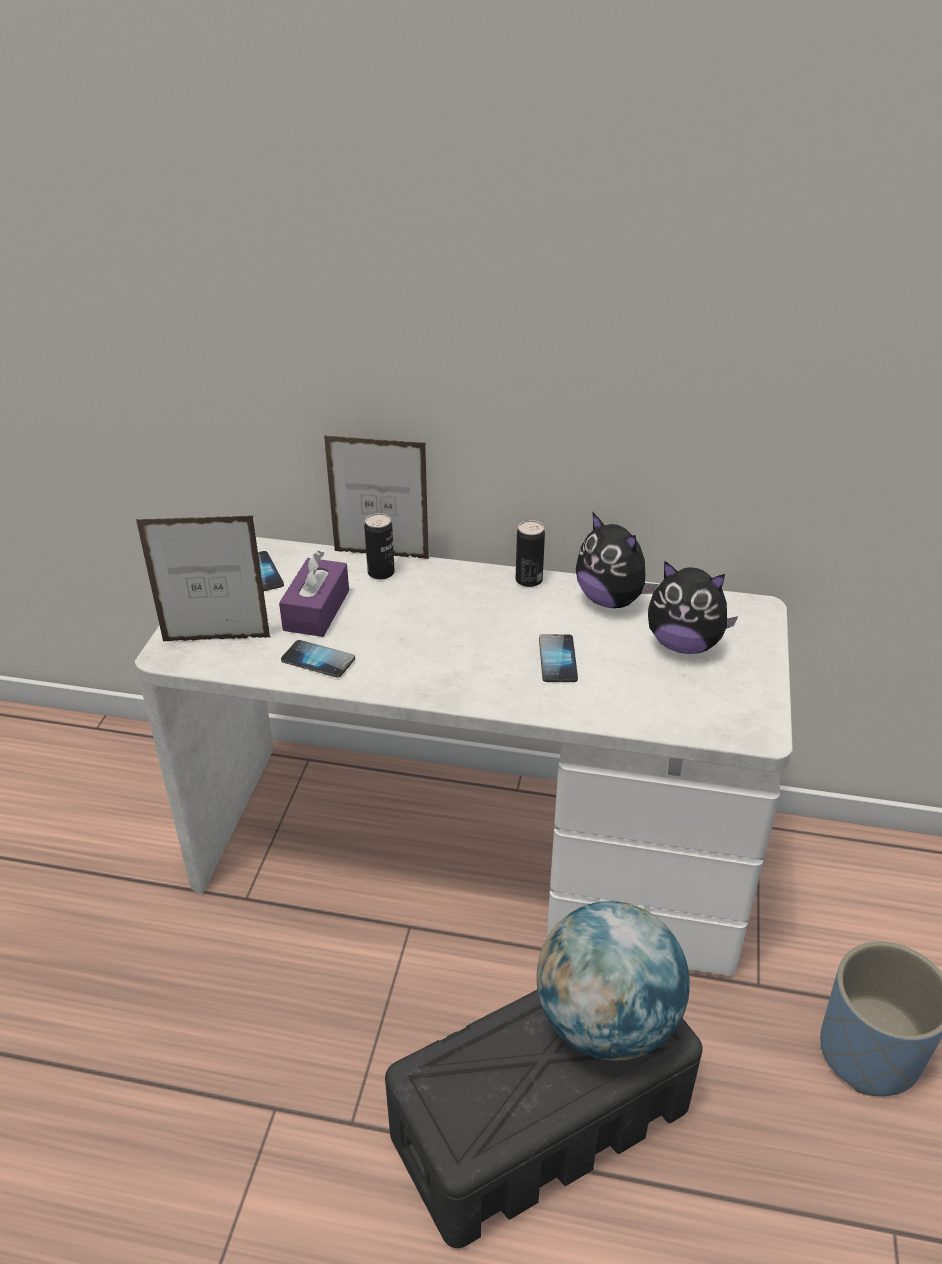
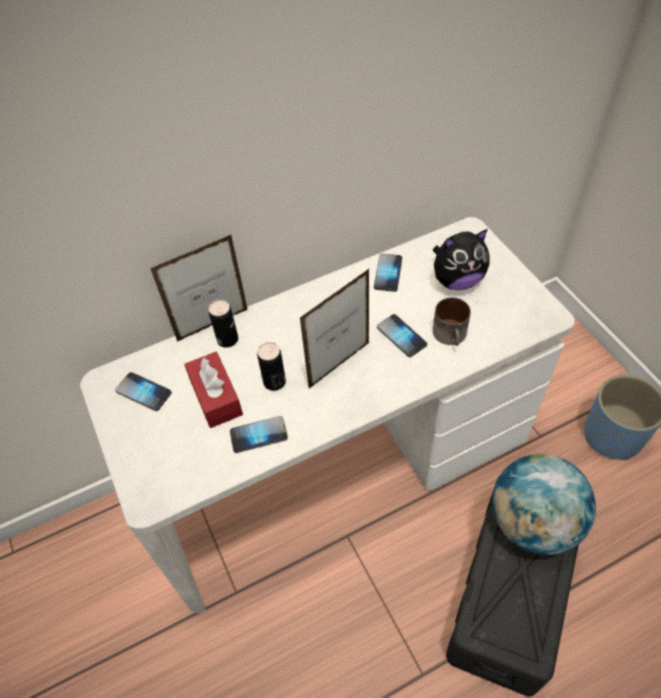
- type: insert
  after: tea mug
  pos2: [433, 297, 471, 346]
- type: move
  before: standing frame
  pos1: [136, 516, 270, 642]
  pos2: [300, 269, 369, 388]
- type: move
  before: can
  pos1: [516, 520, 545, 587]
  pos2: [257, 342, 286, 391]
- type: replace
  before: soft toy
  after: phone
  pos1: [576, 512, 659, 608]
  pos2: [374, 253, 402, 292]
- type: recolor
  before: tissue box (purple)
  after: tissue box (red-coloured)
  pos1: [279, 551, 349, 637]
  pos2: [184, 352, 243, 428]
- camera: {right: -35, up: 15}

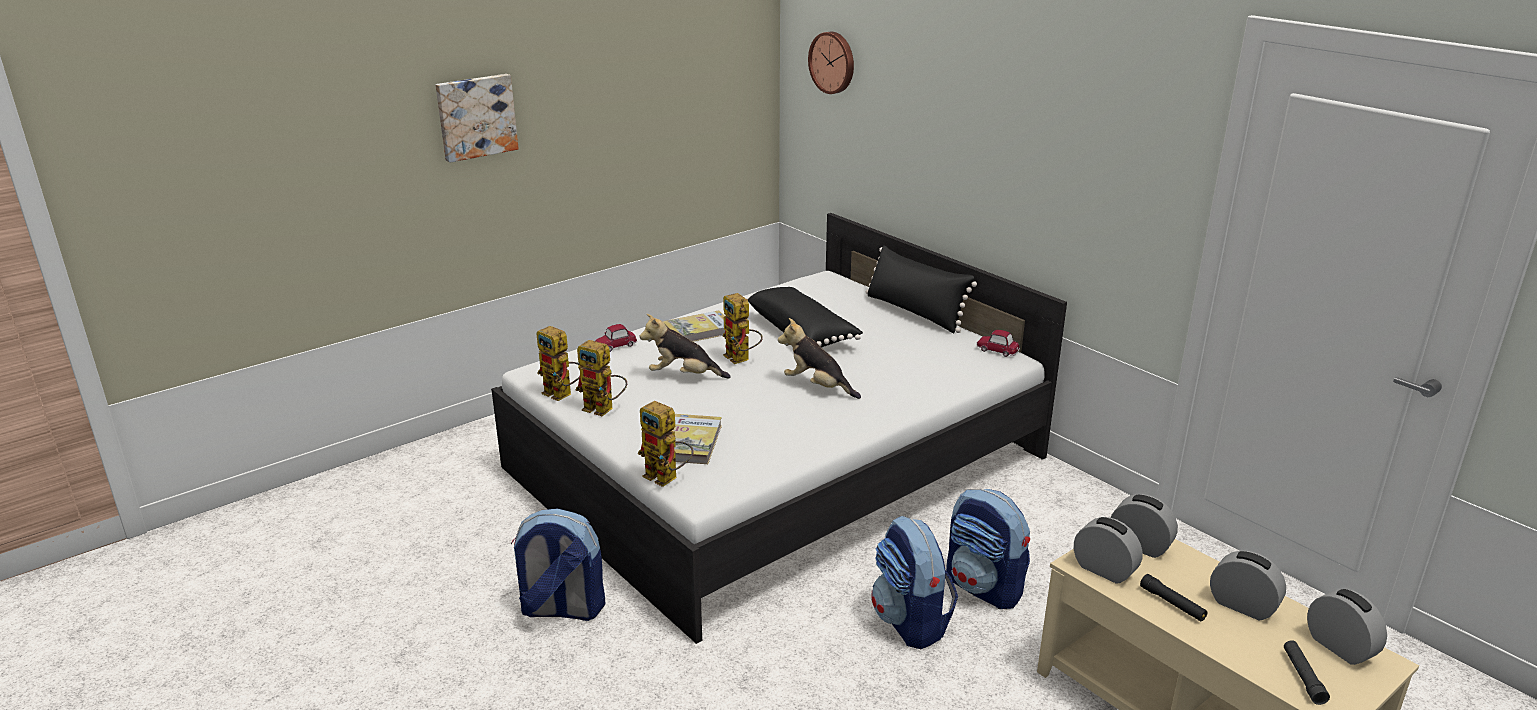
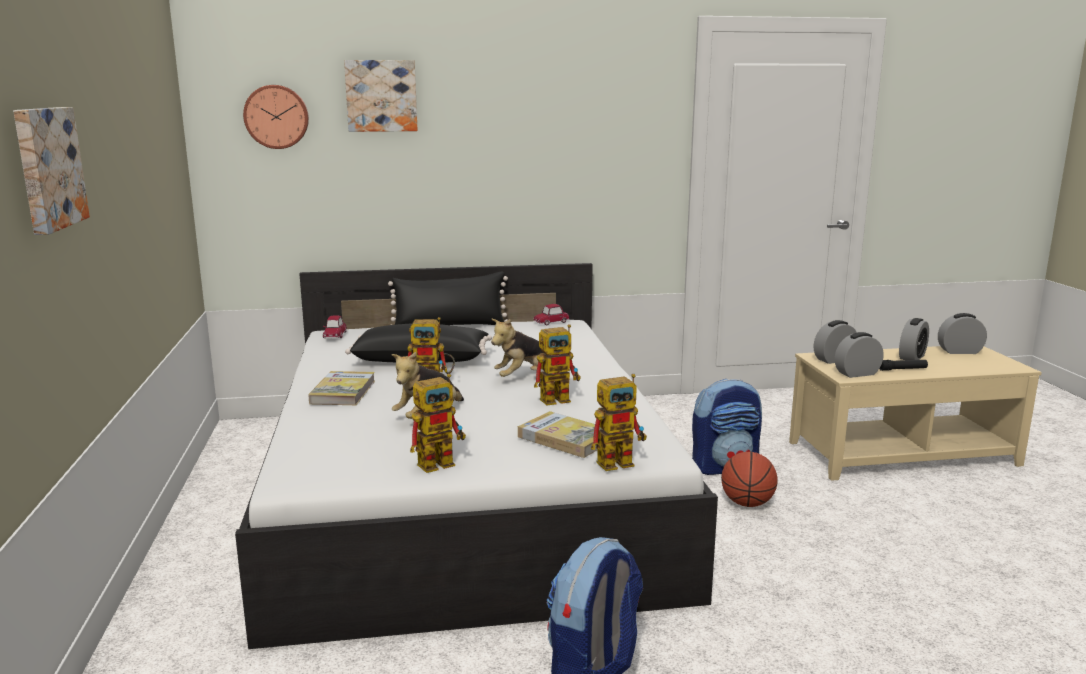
- type: delete
  before: torch (black)
  pos1: [1284, 640, 1330, 705]
- type: insert
  after: wall art
  pos2: [344, 60, 417, 132]
- type: move
  before: model robot
  pos1: [536, 326, 580, 401]
  pos2: [534, 324, 581, 406]
- type: move
  before: toy car
  pos1: [595, 324, 638, 352]
  pos2: [323, 315, 347, 338]
- type: replace
  before: knapsack
  after: ball for basketball
  pos1: [871, 515, 958, 649]
  pos2: [721, 452, 778, 507]
- type: rotate
  before: alarm clock
  pos1: [1210, 551, 1286, 620]
  pos2: [899, 318, 929, 360]
  turn: 150
- camera: {right: -60, up: -10}

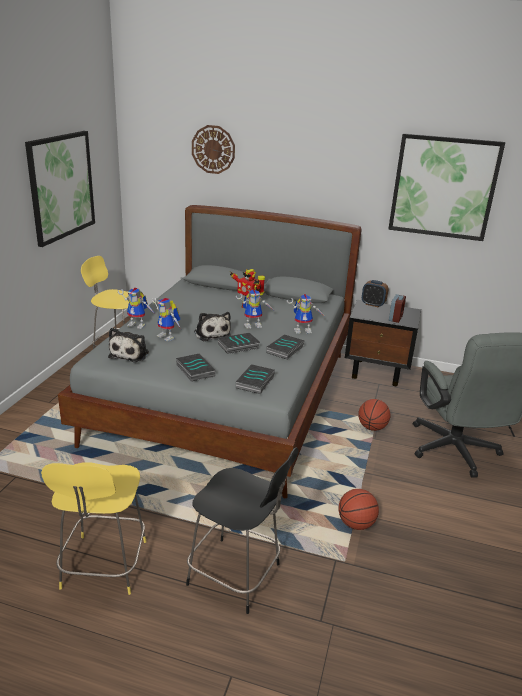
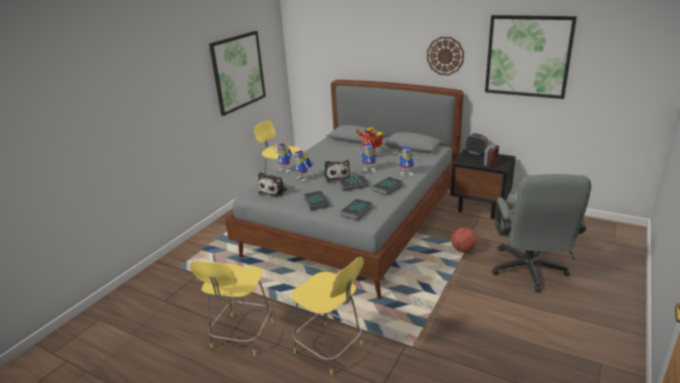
- type: delete
  before: ball for basketball
  pos1: [339, 489, 379, 530]
- type: move
  before: clock on the wall
  pos1: [192, 125, 235, 174]
  pos2: [427, 37, 464, 75]
- type: recolor
  before: stool seat (black)
  after: stool seat (yellow-coloured)
  pos1: [186, 447, 298, 614]
  pos2: [291, 257, 364, 375]
- camera: {right: 15, up: 0}

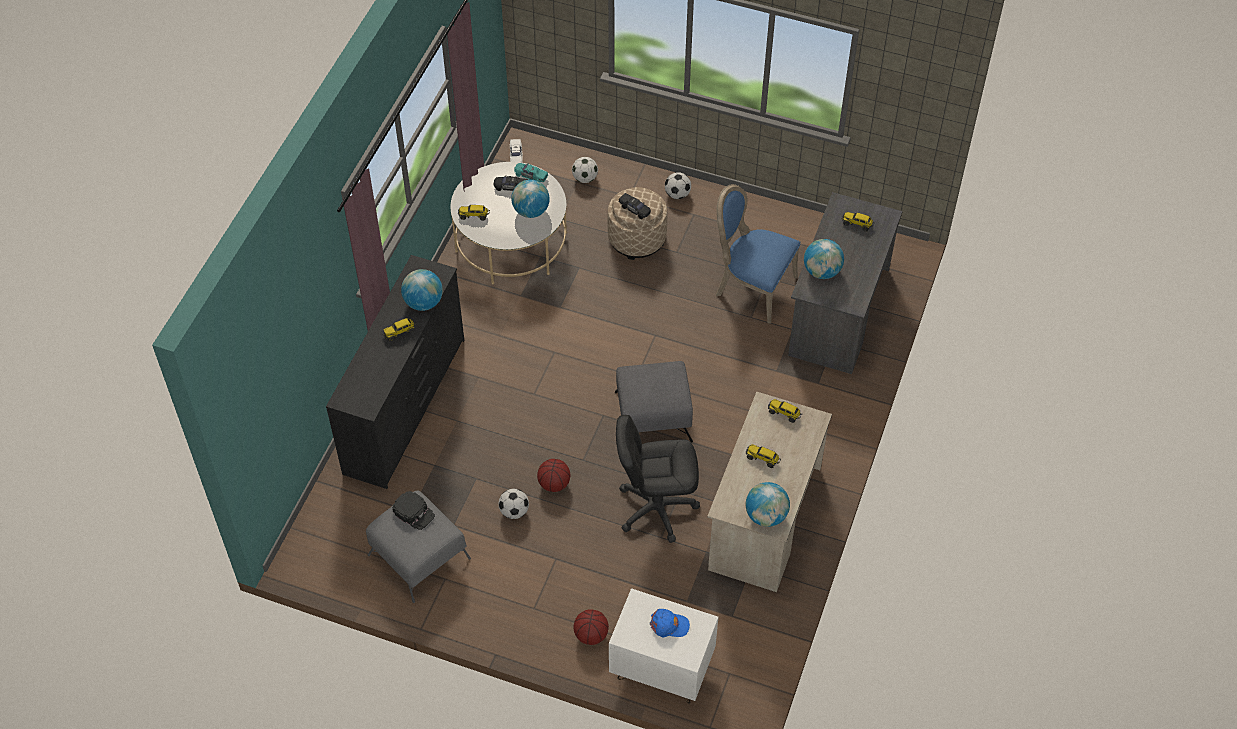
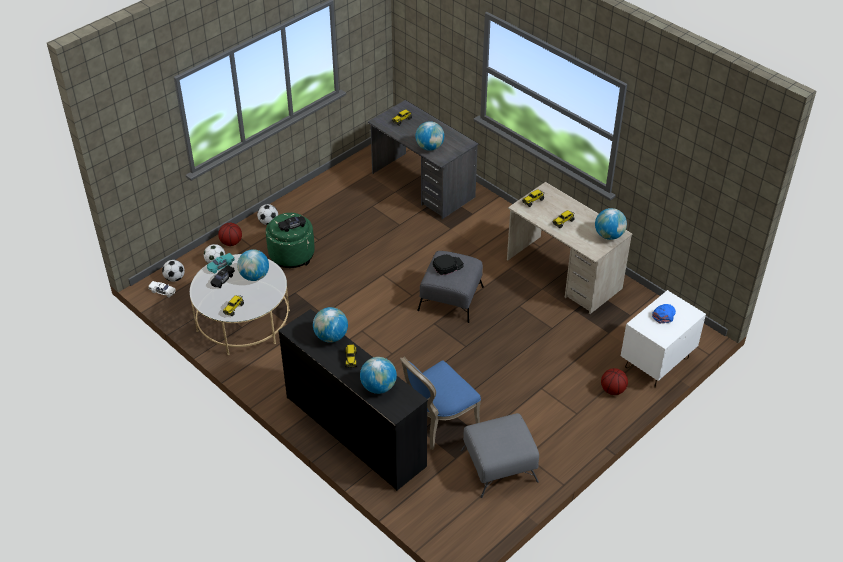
- type: delete
  before: desk chair (black)
  pos1: [616, 415, 700, 543]
- type: insert
  after: desk globe
  pos2: [360, 357, 397, 394]
- type: move
  before: baseball cap (black)
  pos1: [392, 491, 435, 530]
  pos2: [433, 254, 464, 276]
- type: move
  before: ball for football
  pos1: [498, 489, 529, 519]
  pos2: [162, 260, 185, 282]
- type: move
  before: ball for basketball
  pos1: [537, 459, 570, 492]
  pos2: [218, 223, 242, 246]
- type: move
  before: chair (blue-coloured)
  pos1: [716, 184, 801, 324]
  pos2: [400, 356, 481, 450]
- type: recolor
  before: ottoman (sand-coloured)
  after: ottoman (greenish)
  pos1: [608, 187, 667, 260]
  pos2: [266, 213, 315, 268]
- camera: {right: -65, up: -10}

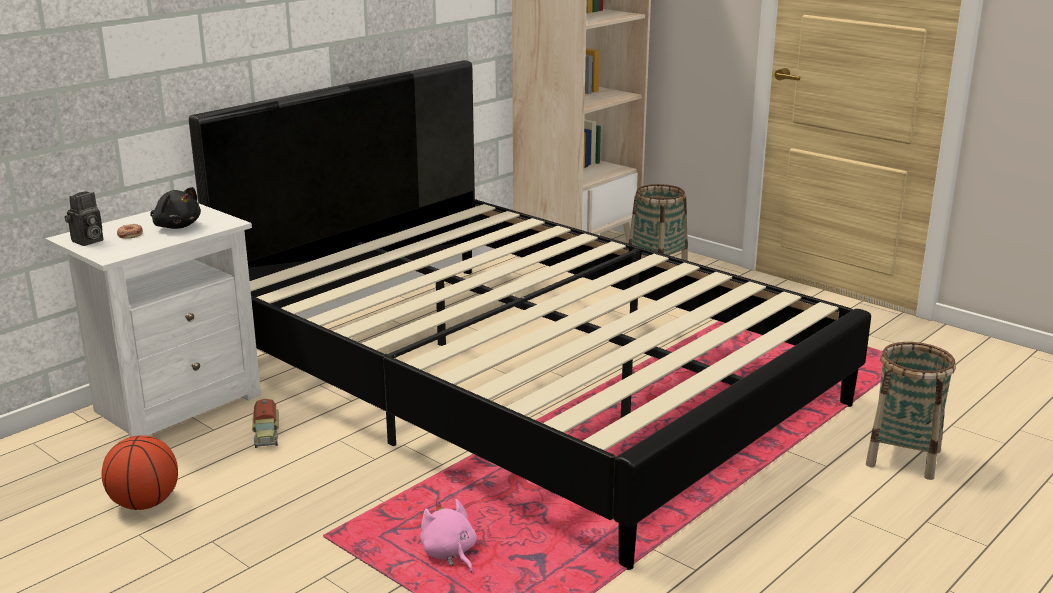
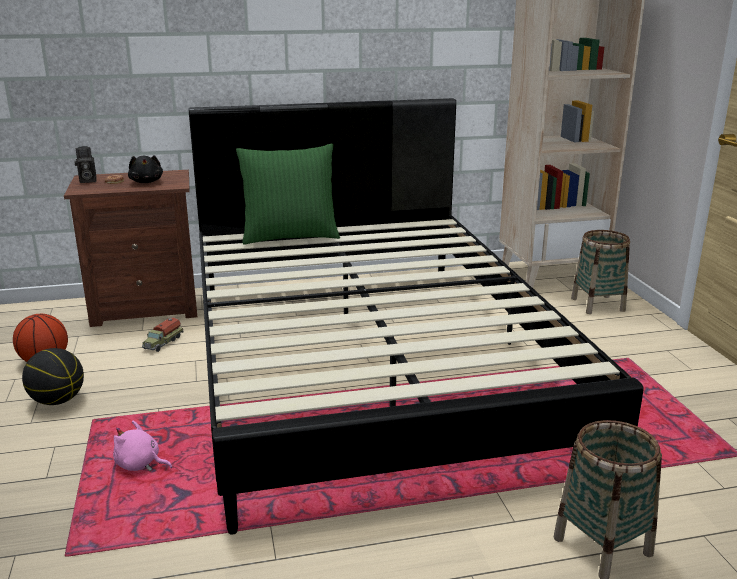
- type: insert
  after: ball for basketball
  pos2: [22, 348, 84, 405]
- type: insert
  after: pillow (greenish)
  pos2: [236, 144, 340, 245]
- type: recolor
  before: night table (white)
  after: night table (brown-coloured)
  pos1: [45, 203, 261, 437]
  pos2: [64, 170, 197, 327]
- type: rotate
  before: soft toy (pinkish)
  pos1: [420, 499, 477, 573]
  pos2: [113, 421, 172, 471]
  turn: -75
- camera: {right: 35, up: 0}

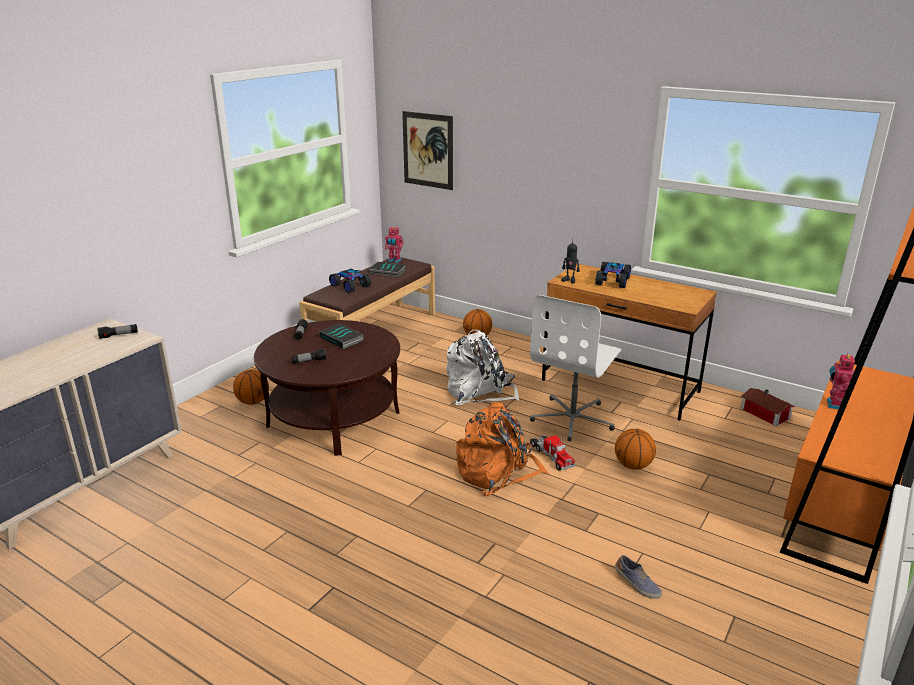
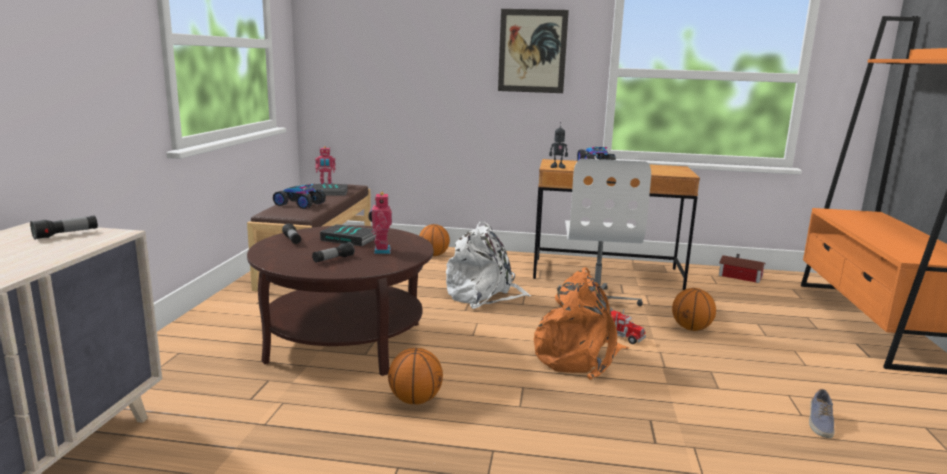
- type: move
  before: ball for basketball
  pos1: [233, 369, 269, 405]
  pos2: [388, 348, 443, 405]
- type: move
  before: wall art
  pos1: [402, 111, 453, 190]
  pos2: [498, 9, 569, 93]
- type: move
  before: model robot
  pos1: [827, 353, 855, 409]
  pos2: [368, 191, 392, 254]
- type: rotate
  before: item of footwear
  pos1: [615, 555, 662, 599]
  pos2: [809, 389, 835, 438]
  turn: 90
- camera: {right: -25, up: -10}

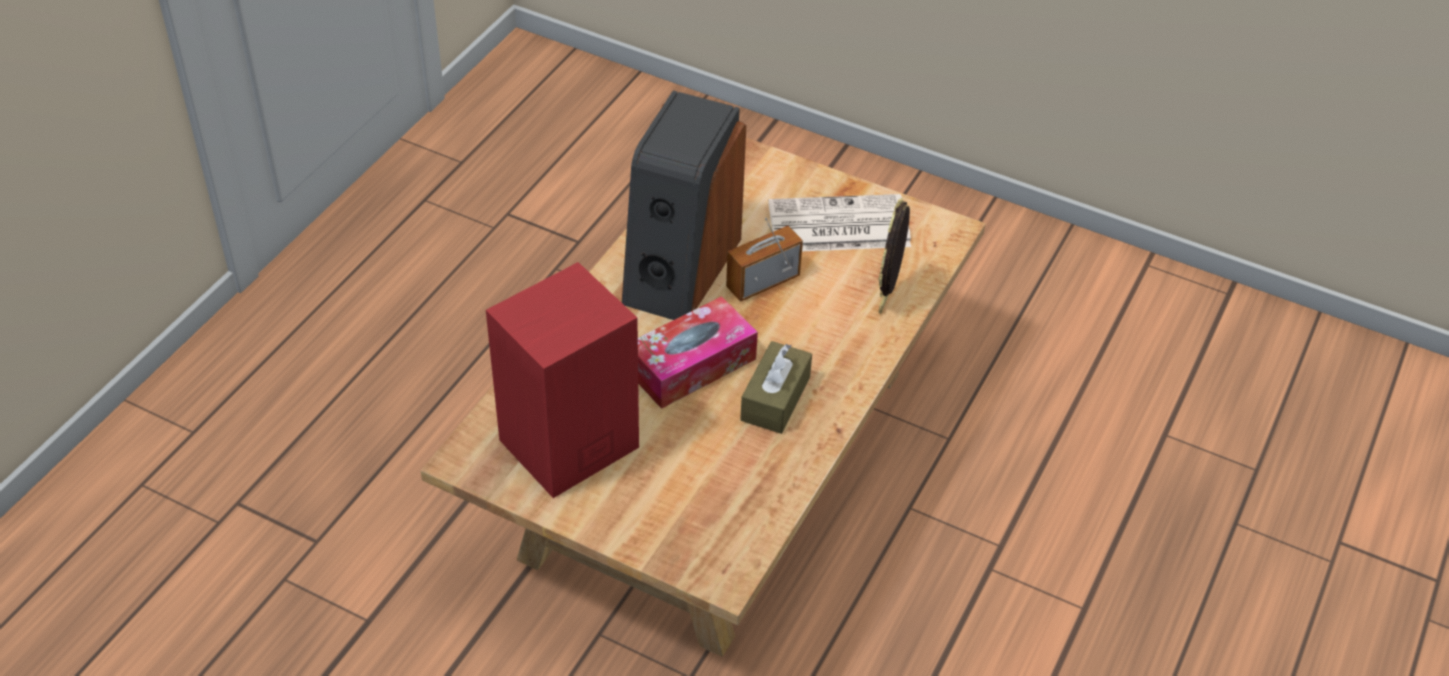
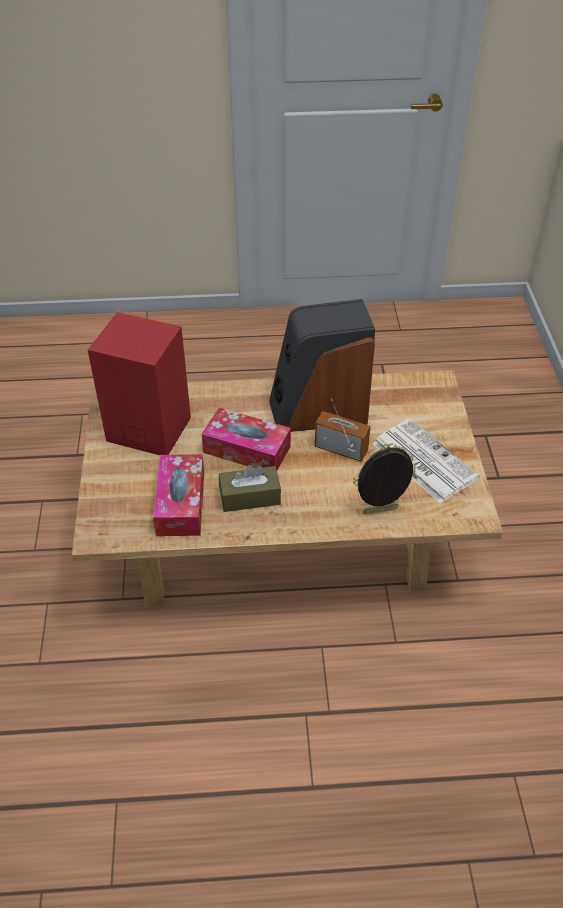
- type: insert
  after: tissue box
  pos2: [153, 454, 204, 536]
- camera: {right: 60, up: 0}

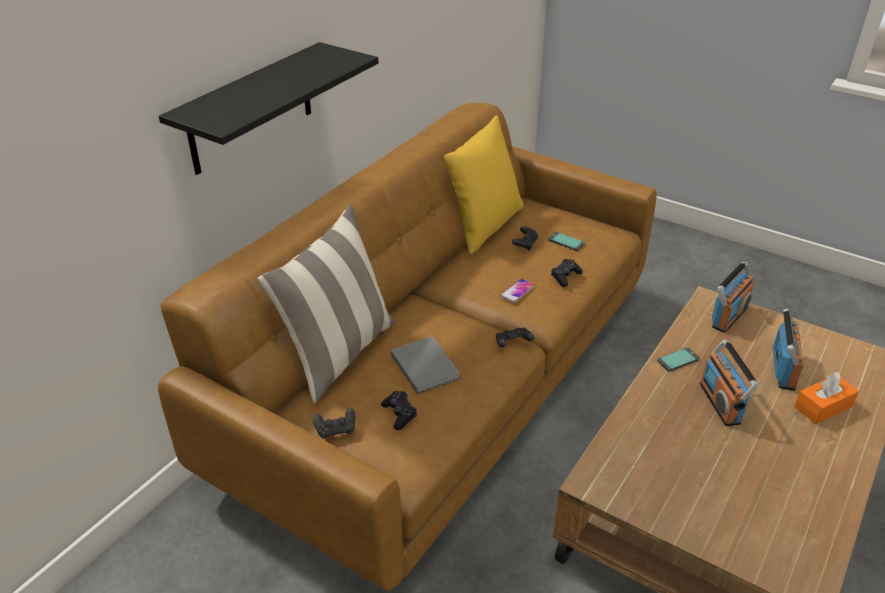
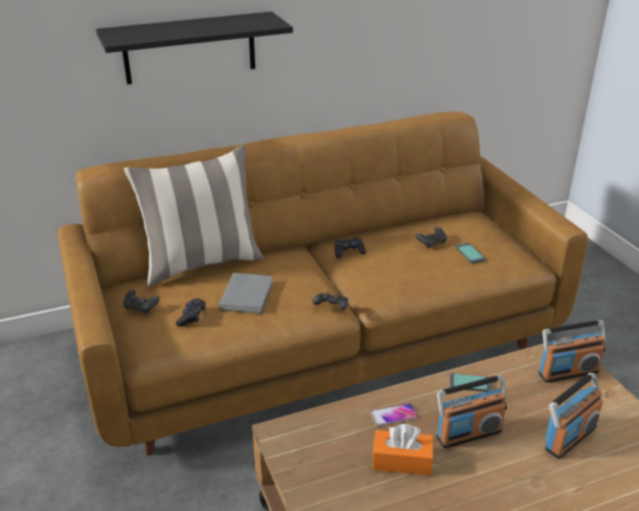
- type: delete
  before: pillow (yellow-coloured)
  pos1: [444, 115, 524, 255]
- type: move
  before: phone
  pos1: [500, 279, 535, 303]
  pos2: [371, 403, 418, 426]
- type: move
  before: game controller (black)
  pos1: [551, 259, 583, 287]
  pos2: [335, 237, 366, 258]
- type: move
  before: tissue box (orange-coloured)
  pos1: [794, 372, 859, 424]
  pos2: [372, 424, 433, 476]
- type: rotate
  before: radio receiver
  pos1: [700, 339, 759, 426]
  pos2: [436, 375, 507, 448]
  turn: -135
- camera: {right: 35, up: -5}

